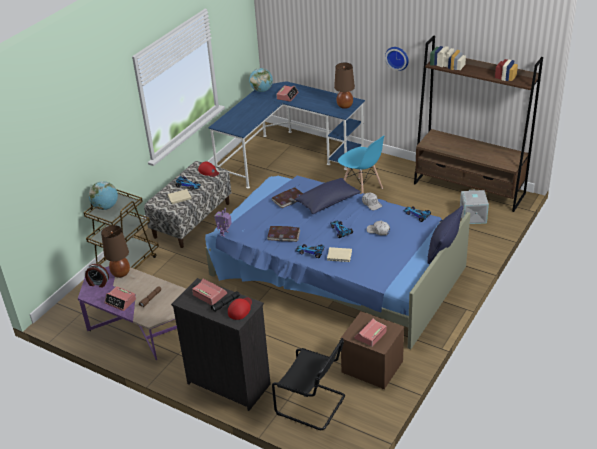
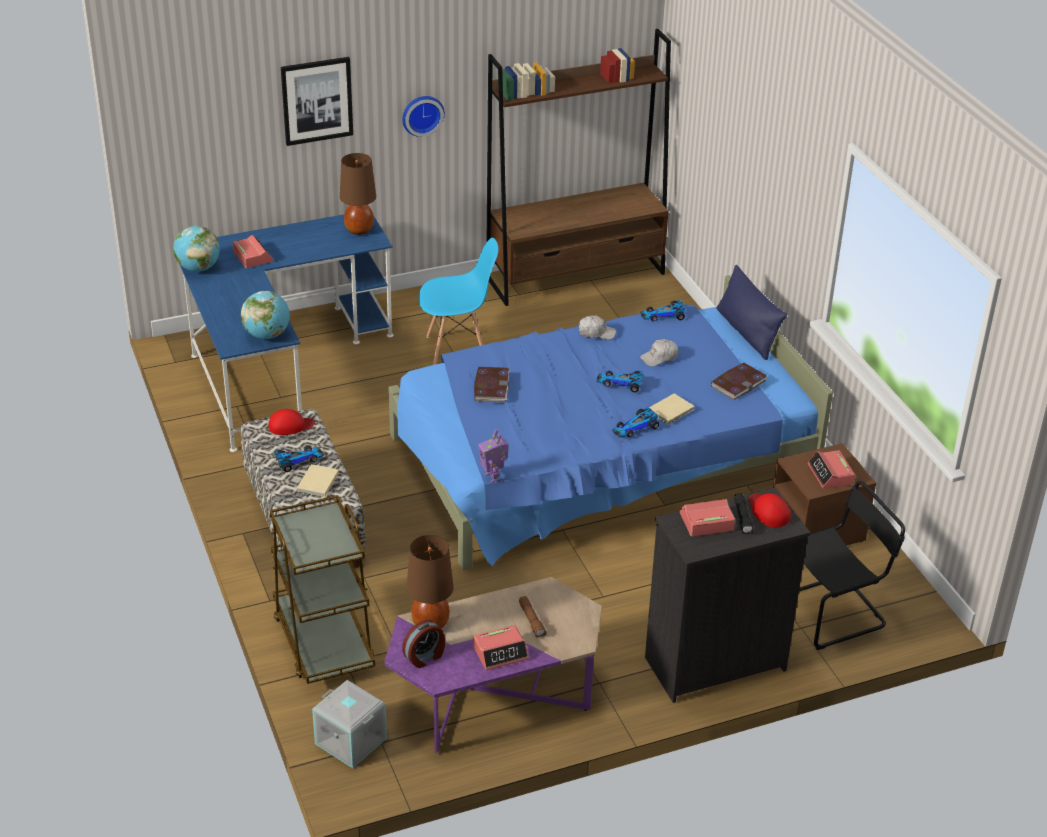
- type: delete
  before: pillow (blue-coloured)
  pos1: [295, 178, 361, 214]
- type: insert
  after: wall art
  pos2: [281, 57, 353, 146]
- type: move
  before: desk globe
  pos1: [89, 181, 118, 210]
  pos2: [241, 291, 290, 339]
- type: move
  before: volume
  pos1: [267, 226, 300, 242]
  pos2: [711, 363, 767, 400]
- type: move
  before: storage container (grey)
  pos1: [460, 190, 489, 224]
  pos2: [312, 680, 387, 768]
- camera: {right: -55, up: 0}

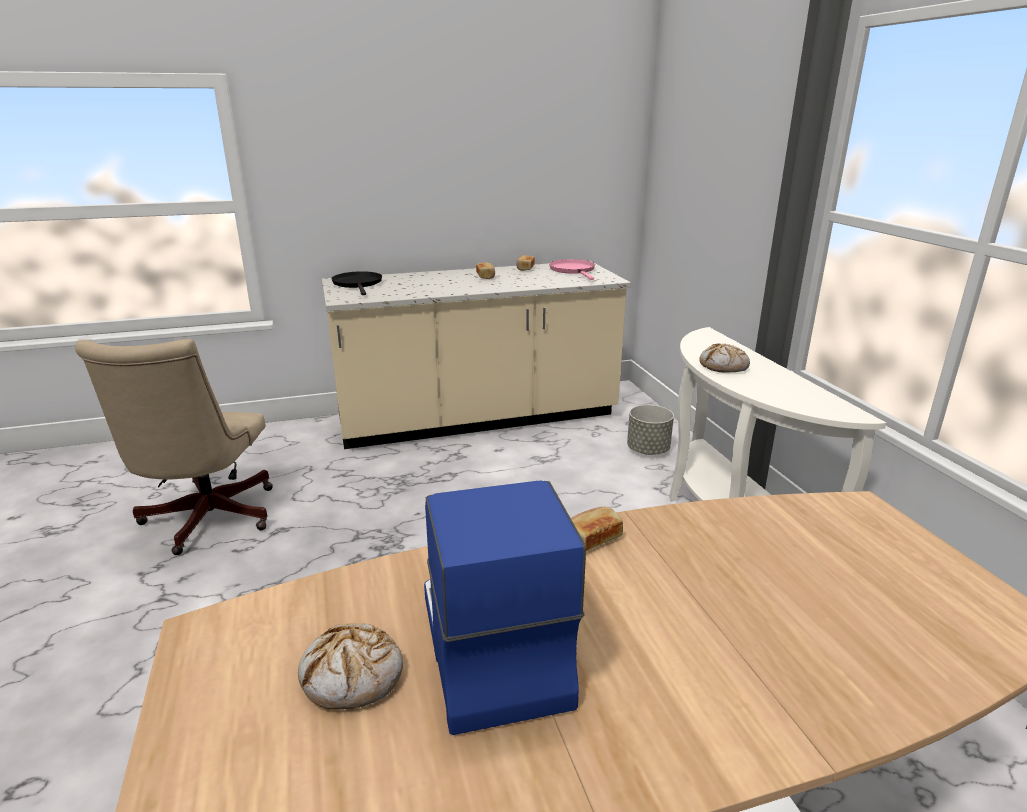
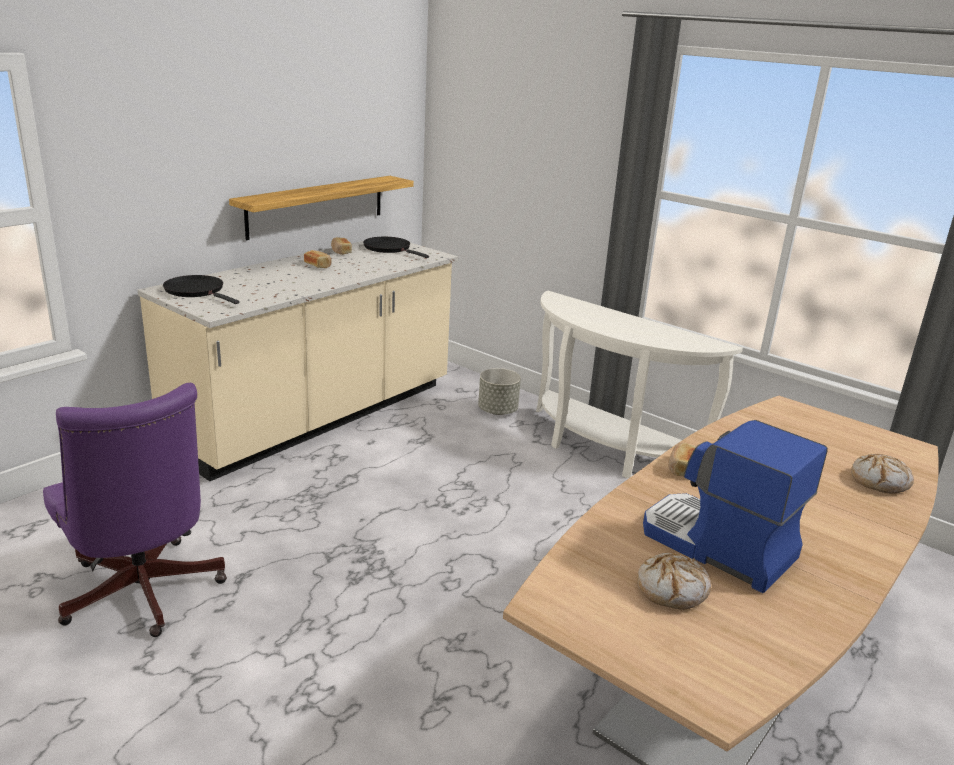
- type: insert
  after: bracket shelf
  pos2: [229, 176, 414, 240]
- type: move
  before: baked bread
  pos1: [699, 343, 750, 373]
  pos2: [851, 454, 914, 494]
- type: recolor
  before: desk chair (sand-coloured)
  after: desk chair (purple)
  pos1: [75, 339, 273, 555]
  pos2: [43, 383, 227, 637]
- type: recolor
  before: frying pan (pinkish)
  after: frying pan (black)
  pos1: [549, 259, 595, 280]
  pos2: [363, 237, 429, 258]
- camera: {right: -35, up: 0}

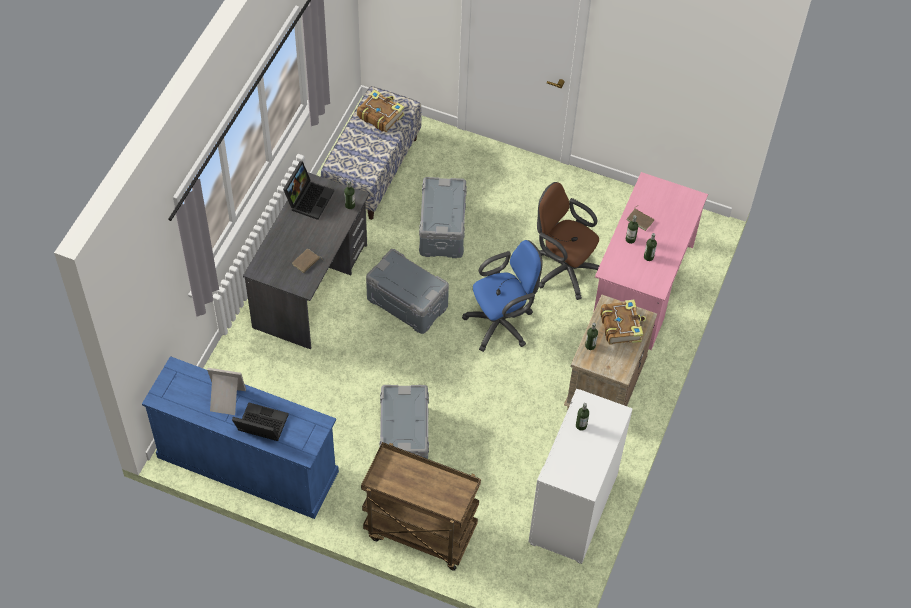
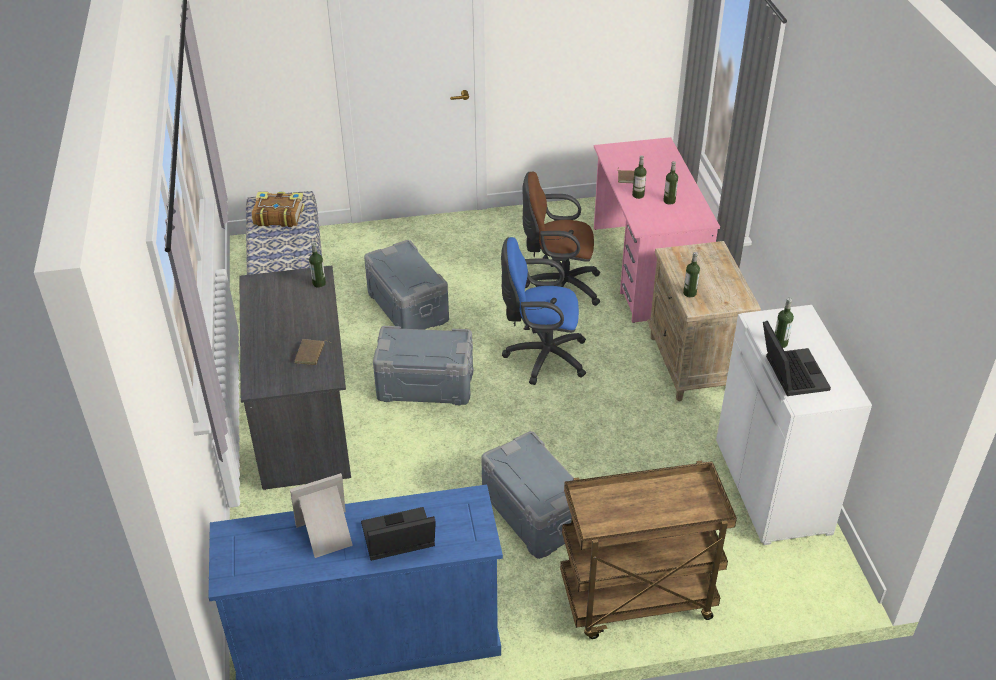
- type: delete
  before: volume
  pos1: [600, 299, 646, 345]
- type: move
  before: laptop
  pos1: [283, 161, 334, 220]
  pos2: [763, 321, 831, 396]
- type: rotate
  before: desk chair (blue-coloured)
  pos1: [462, 240, 543, 352]
  pos2: [501, 237, 586, 385]
  turn: -120
- camera: {right: -30, up: -15}

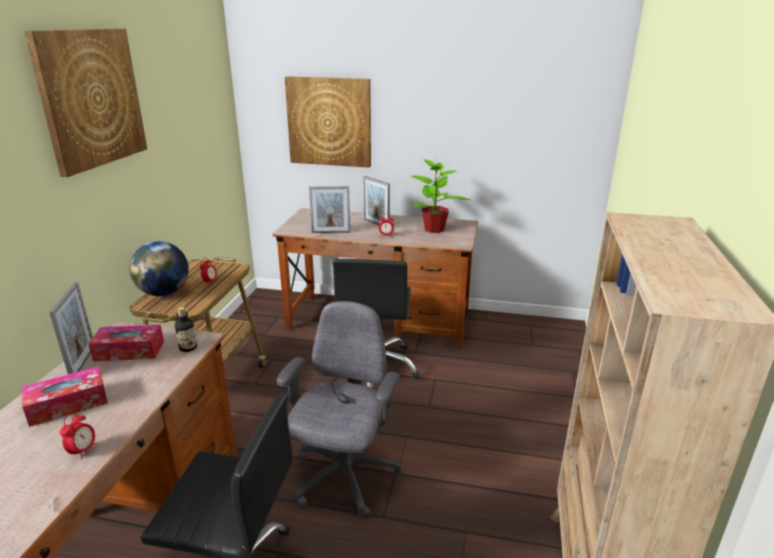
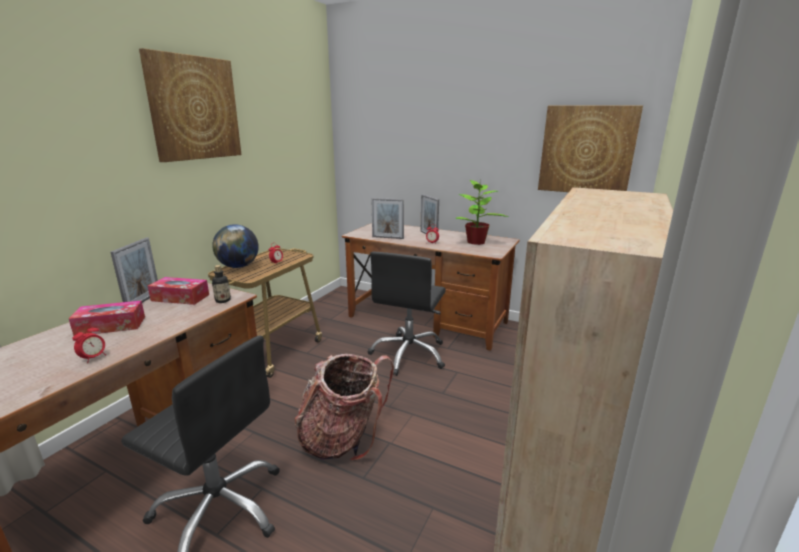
- type: move
  before: wall art
  pos1: [285, 76, 371, 168]
  pos2: [538, 105, 643, 192]
- type: replace
  before: desk chair (grey)
  after: knapsack
  pos1: [277, 301, 401, 519]
  pos2: [294, 354, 394, 461]
- camera: {right: 15, up: -5}

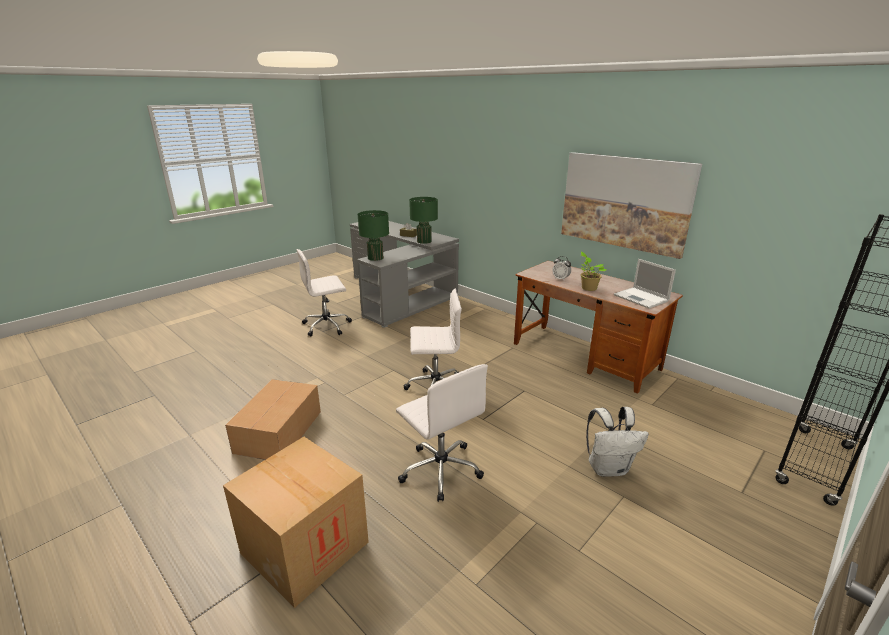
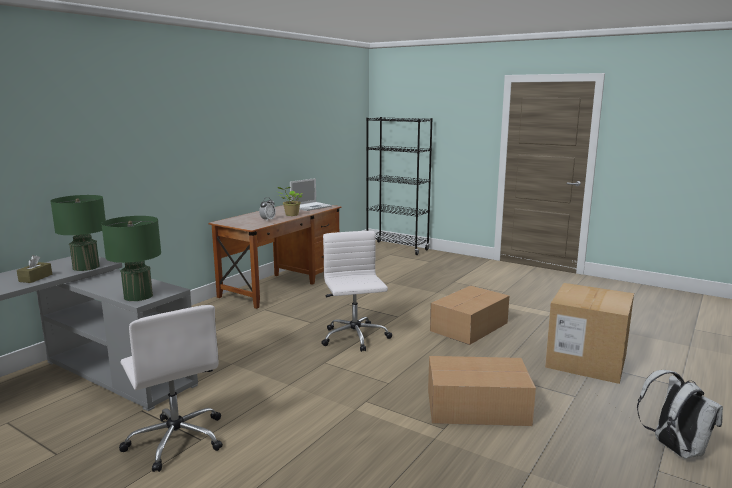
- type: delete
  before: wall art
  pos1: [561, 152, 702, 259]
- type: move
  before: knapsack (white)
  pos1: [586, 407, 649, 477]
  pos2: [637, 370, 723, 458]
- type: replace
  before: desk chair (white)
  after: cardboard box
  pos1: [396, 364, 488, 502]
  pos2: [430, 285, 509, 345]
- camera: {right: -100, up: -10}

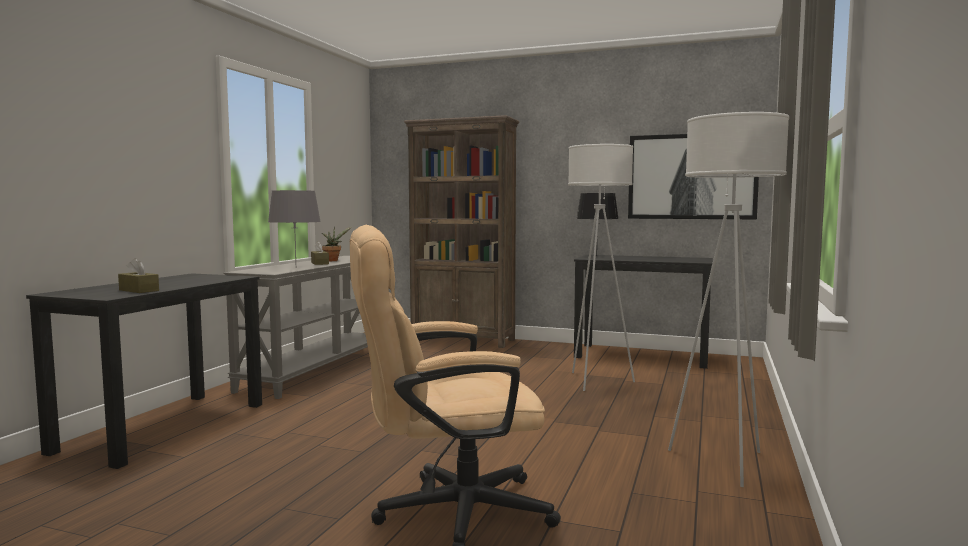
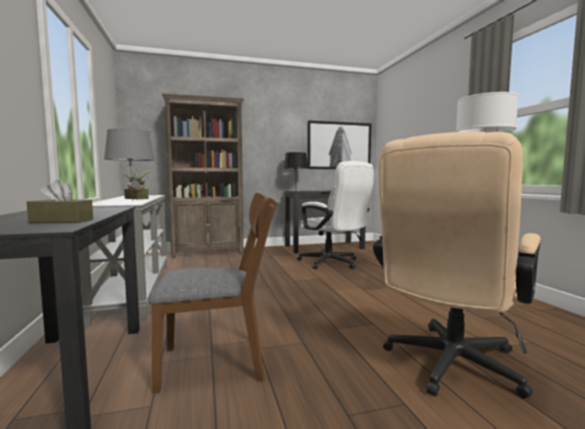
- type: insert
  after: chair (brown-coloured)
  pos2: [149, 193, 278, 394]
- type: replace
  before: standard lamp (white)
  after: desk chair (white)
  pos1: [568, 144, 635, 391]
  pos2: [297, 161, 374, 269]
- camera: {right: -35, up: 0}

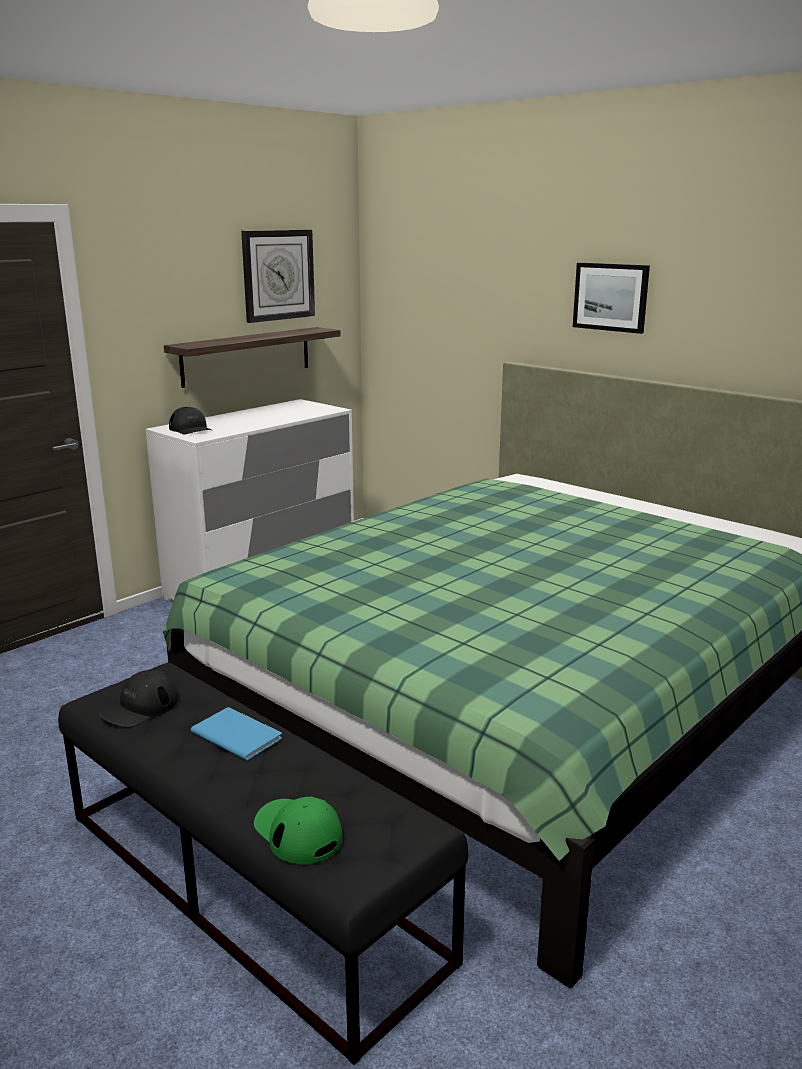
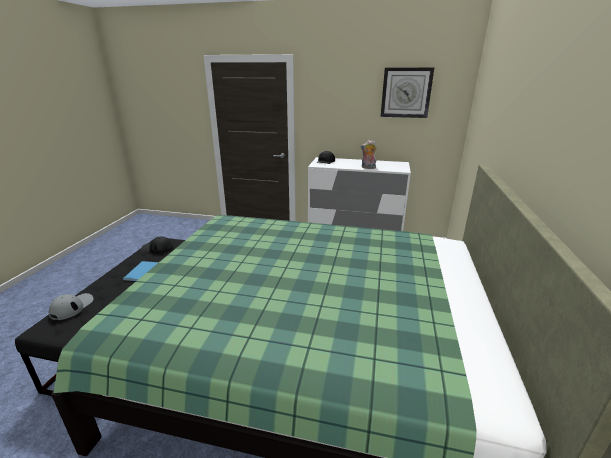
- type: delete
  before: bracket shelf
  pos1: [164, 327, 341, 388]
- type: delete
  before: wall art
  pos1: [573, 263, 650, 334]
- type: insert
  after: soft toy
  pos2: [361, 140, 377, 169]
- type: recolor
  before: baseball cap (greenish)
  after: baseball cap (grey)
  pos1: [254, 796, 342, 864]
  pos2: [49, 293, 94, 320]
- camera: {right: 60, up: 5}

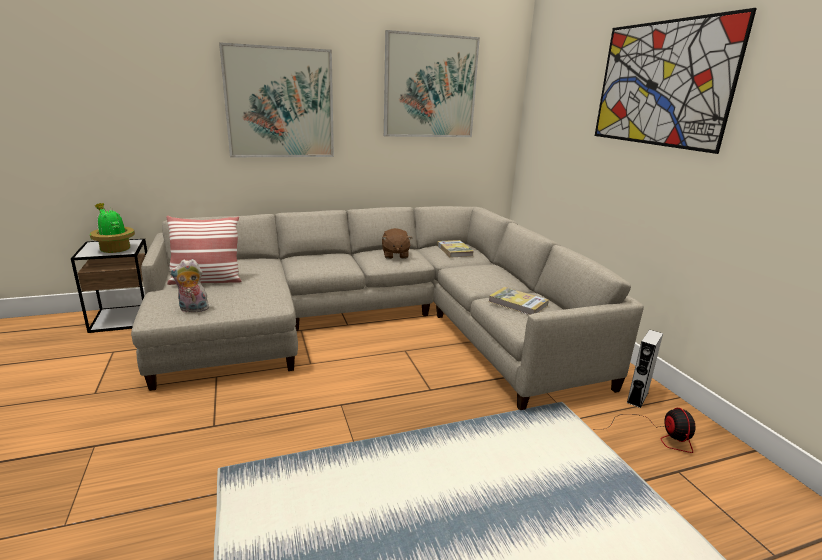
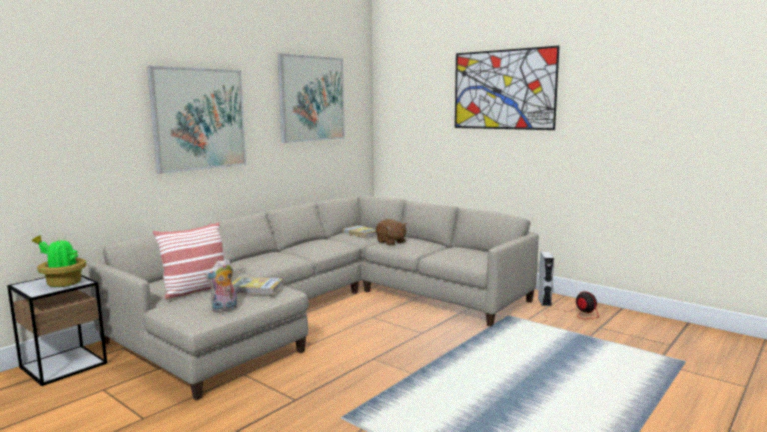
- type: move
  before: soft toy (brown-coloured)
  pos1: [382, 228, 412, 259]
  pos2: [376, 219, 407, 246]
- type: move
  before: volume
  pos1: [489, 287, 549, 315]
  pos2: [232, 277, 283, 295]
- camera: {right: -30, up: -10}

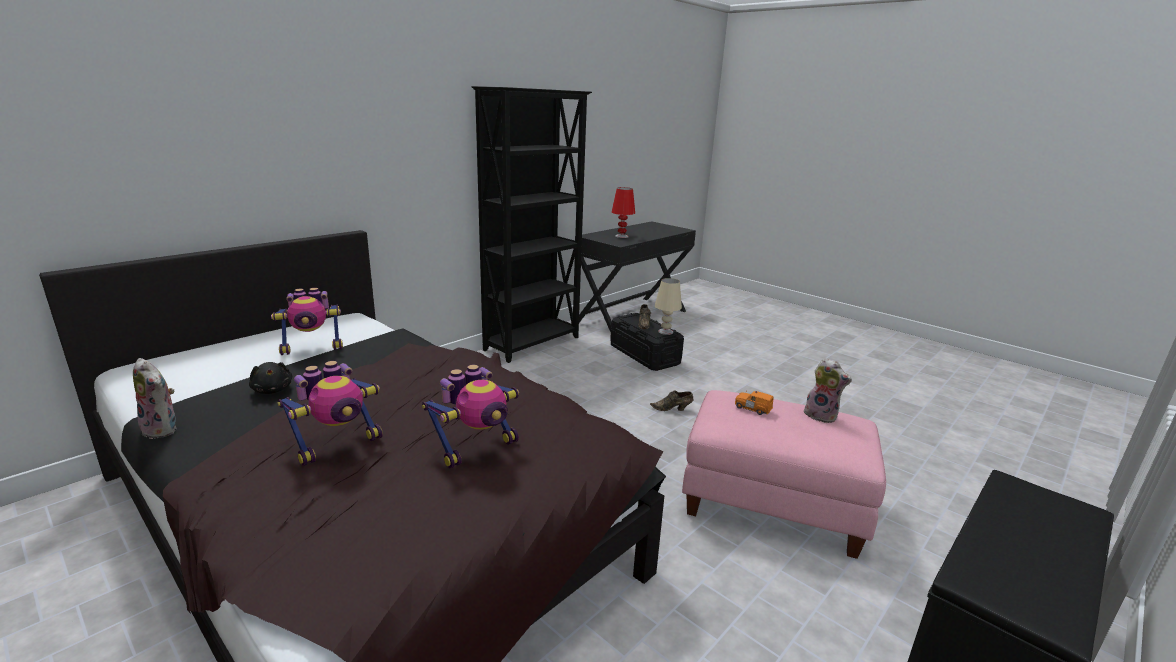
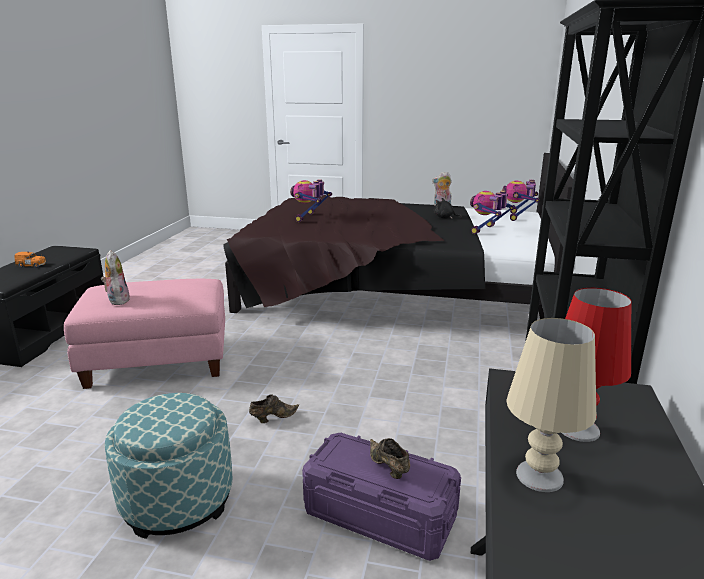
- type: insert
  after: ottoman
  pos2: [105, 393, 232, 539]
- type: move
  before: model robot
  pos1: [277, 361, 382, 466]
  pos2: [501, 180, 539, 221]
- type: move
  before: lamp for a table (sand-coloured)
  pos1: [655, 278, 682, 335]
  pos2: [506, 318, 596, 492]
- type: move
  before: toy car (orange-coloured)
  pos1: [735, 391, 774, 415]
  pos2: [15, 251, 46, 268]
- type: recolor
  before: storage container (black)
  after: storage container (purple)
  pos1: [610, 313, 684, 371]
  pos2: [302, 433, 461, 561]
- type: rotate
  before: soft toy
  pos1: [802, 358, 852, 423]
  pos2: [101, 250, 130, 305]
  turn: 60
- camera: {right: 150, up: 0}

